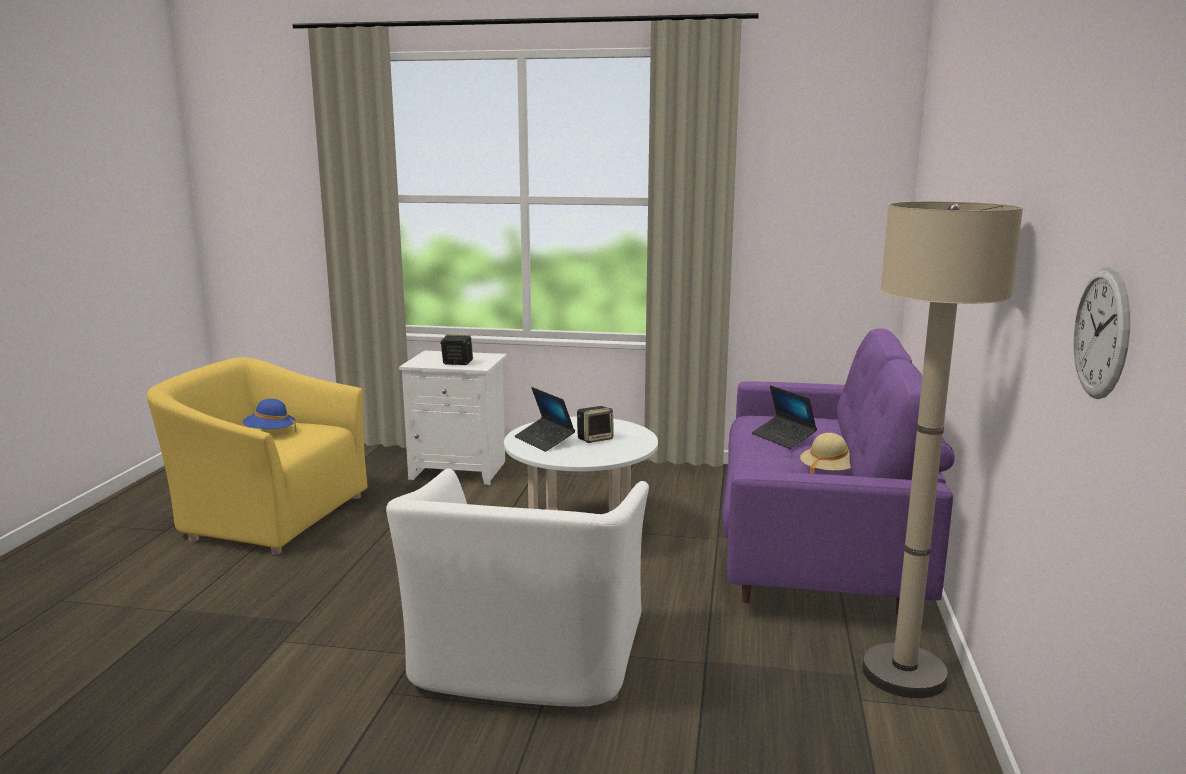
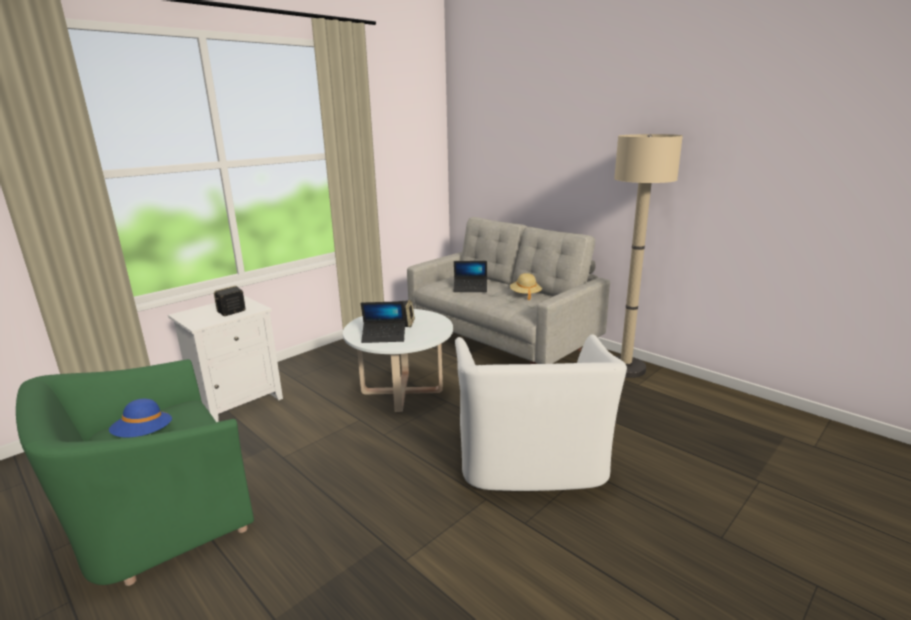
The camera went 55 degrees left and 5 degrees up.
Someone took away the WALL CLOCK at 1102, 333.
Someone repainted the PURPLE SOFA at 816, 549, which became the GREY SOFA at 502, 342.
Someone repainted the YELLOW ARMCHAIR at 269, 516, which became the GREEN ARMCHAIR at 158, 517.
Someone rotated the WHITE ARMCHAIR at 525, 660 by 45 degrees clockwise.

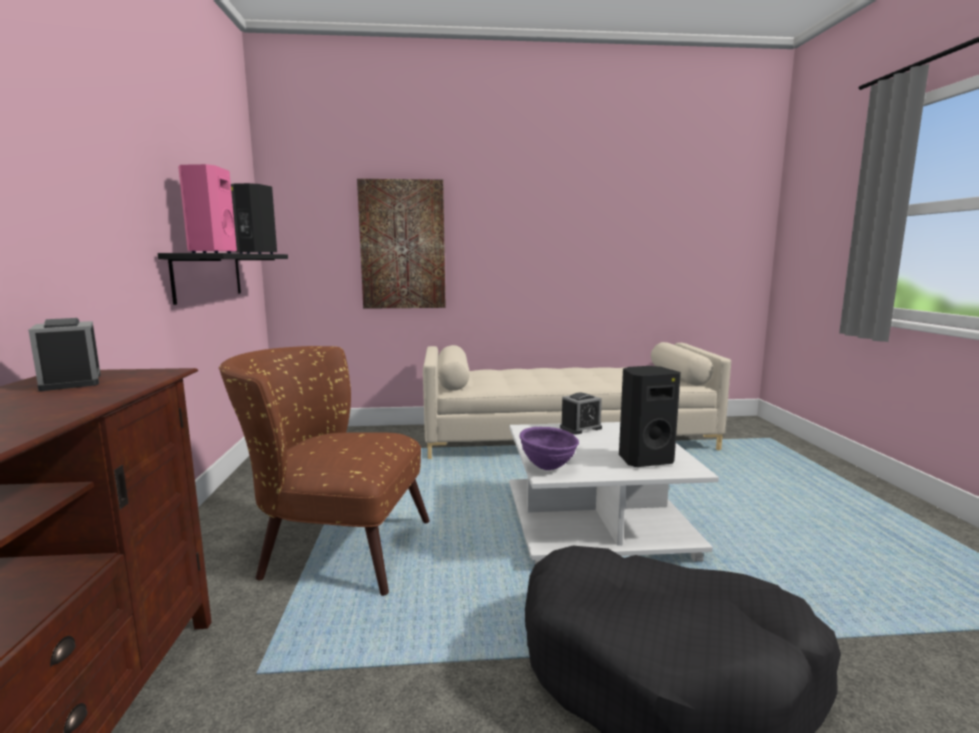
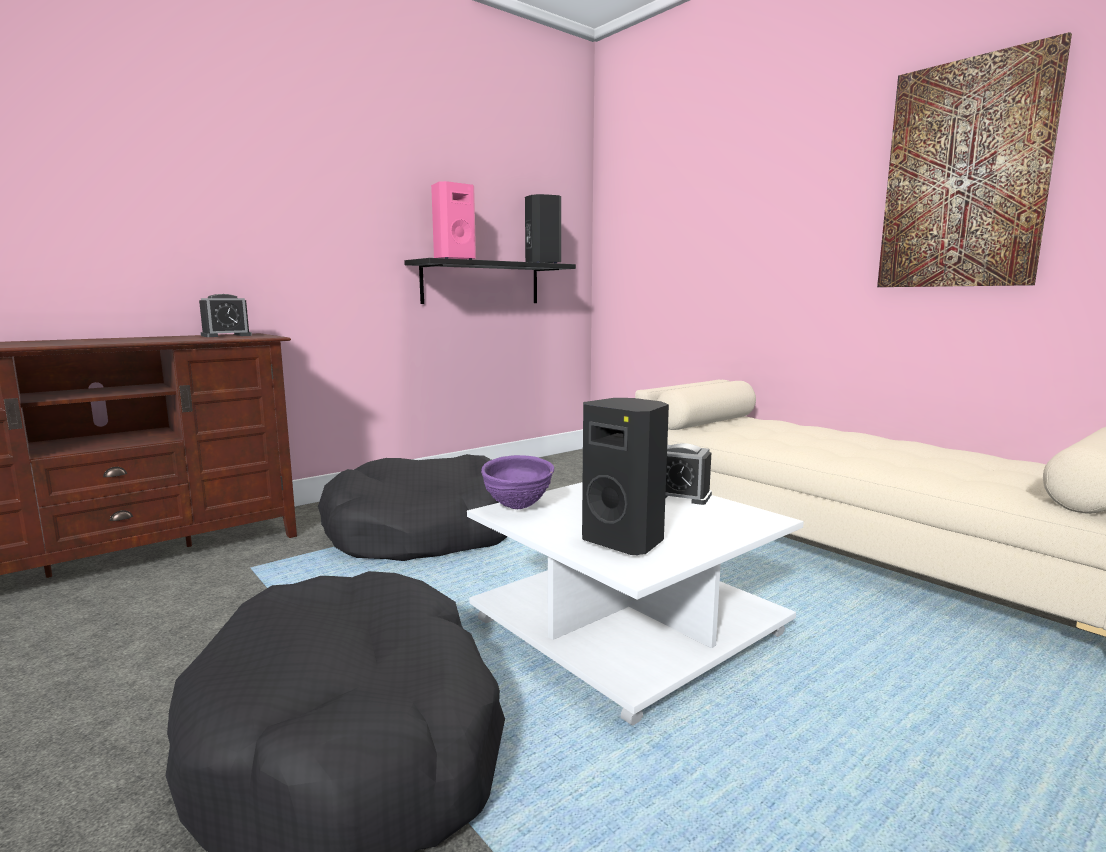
The camera went 55 degrees right and 0 degrees up.
Someone carried the PICTURE from 402, 245 to 964, 175.
Someone rotated the ALARM CLOCK at 71, 382 by 150 degrees counterclockwise.
Someone swapped the BROWN ARMCHAIR at 332, 547 for the BLACK DOG BED at 424, 532.

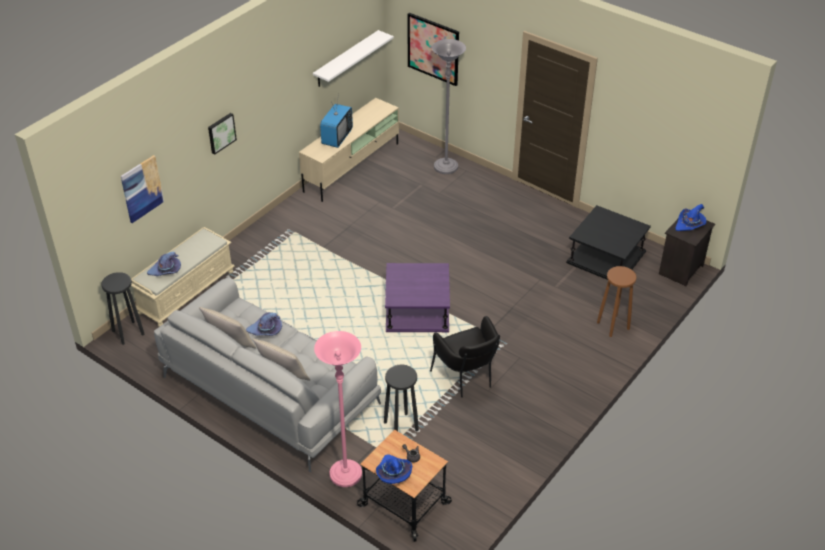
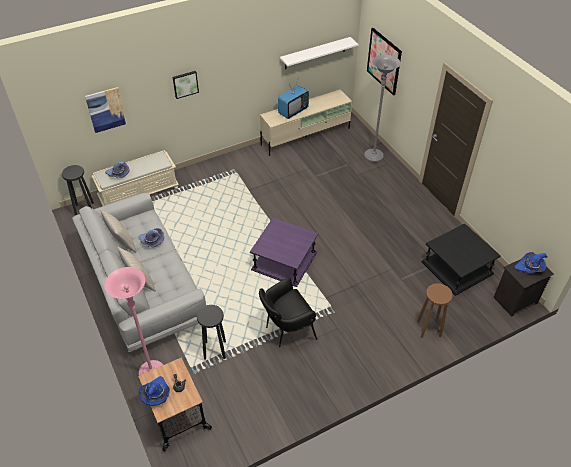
The camera went 25 degrees right and 5 degrees up.
Someone rotated the BLACK ARMCHAIR at 467, 379 by 60 degrees clockwise.

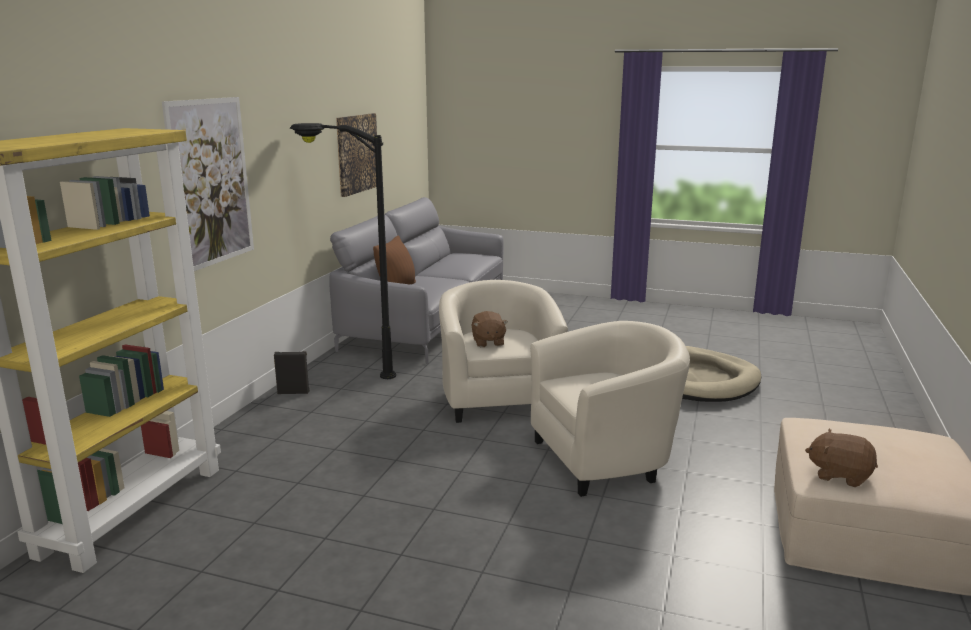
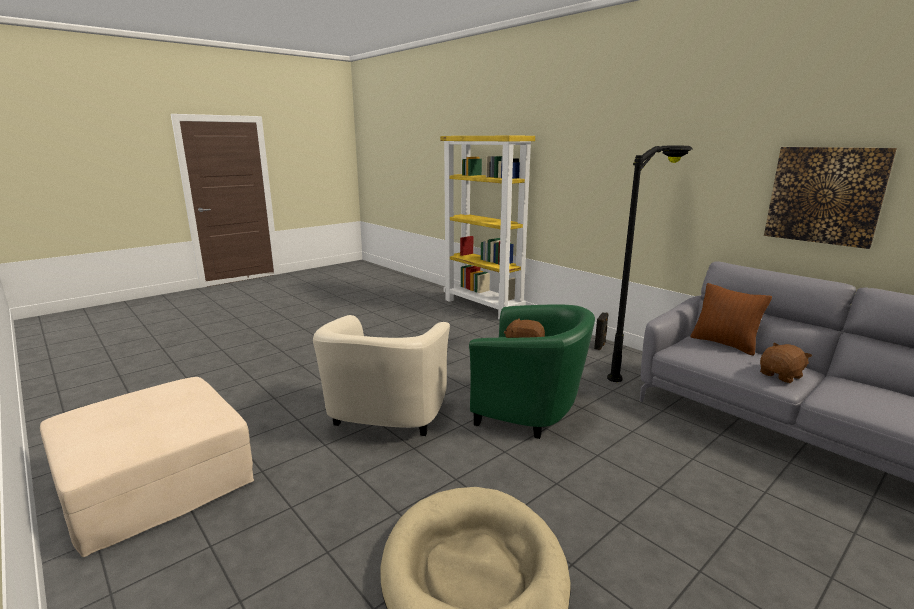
The camera went 120 degrees right and 0 degrees up.
Someone took away the PICTURE at 211, 182.
Someone repainted the BEIGE ARMCHAIR at 498, 399, which became the GREEN ARMCHAIR at 530, 411.
Someone carried the BROWN PLUSH TOY from 839, 475 to 781, 375.

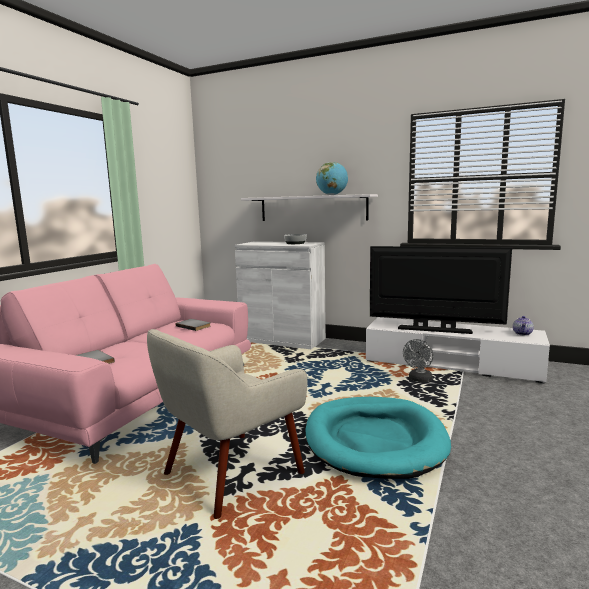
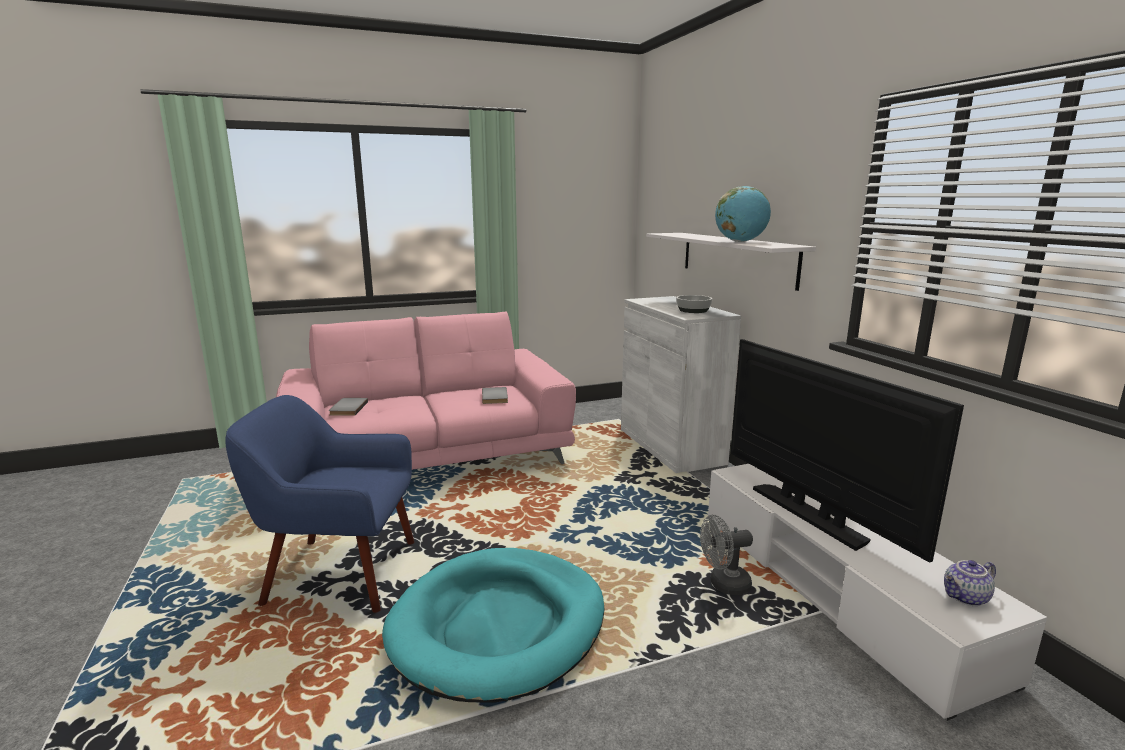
The camera went 45 degrees right and 5 degrees up.
Someone repainted the BEIGE ARMCHAIR at 230, 473, which became the BLUE ARMCHAIR at 339, 573.

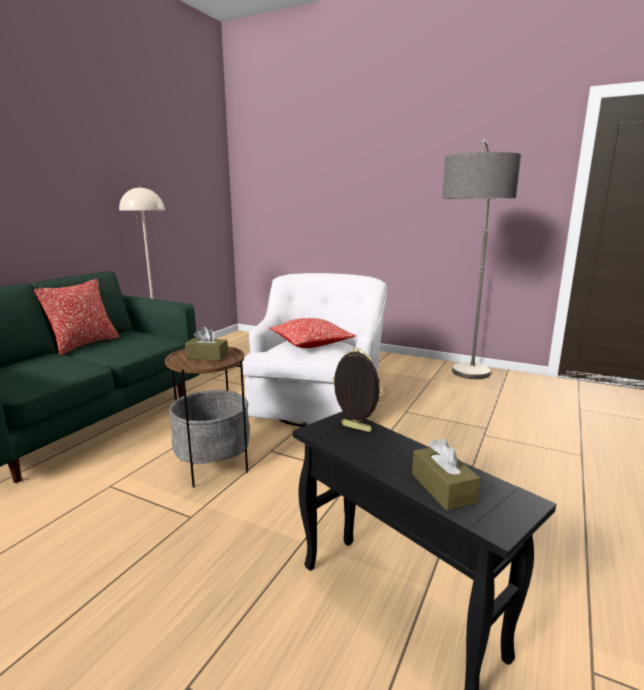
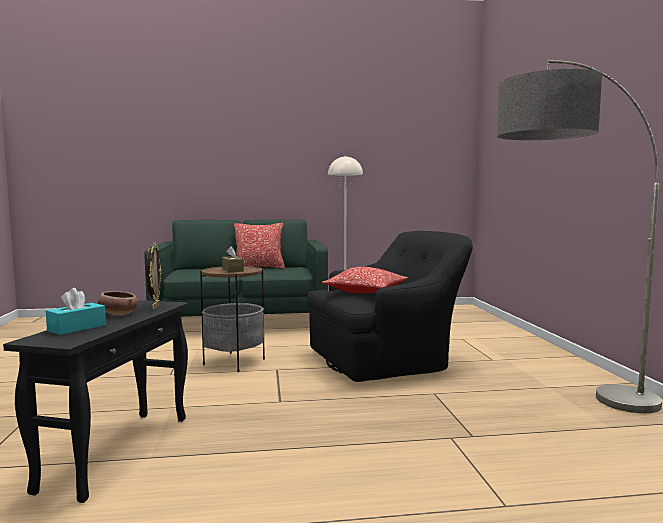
The camera went 55 degrees right and 10 degrees down.
Someone repainted the WHITE ARMCHAIR at 318, 400, which became the BLACK ARMCHAIR at 388, 360.
Someone repainted the BROWN TISSUE BOX at 443, 488, which became the TURQUOISE TISSUE BOX at 77, 328.
Someone put down the BOWL at 118, 314.

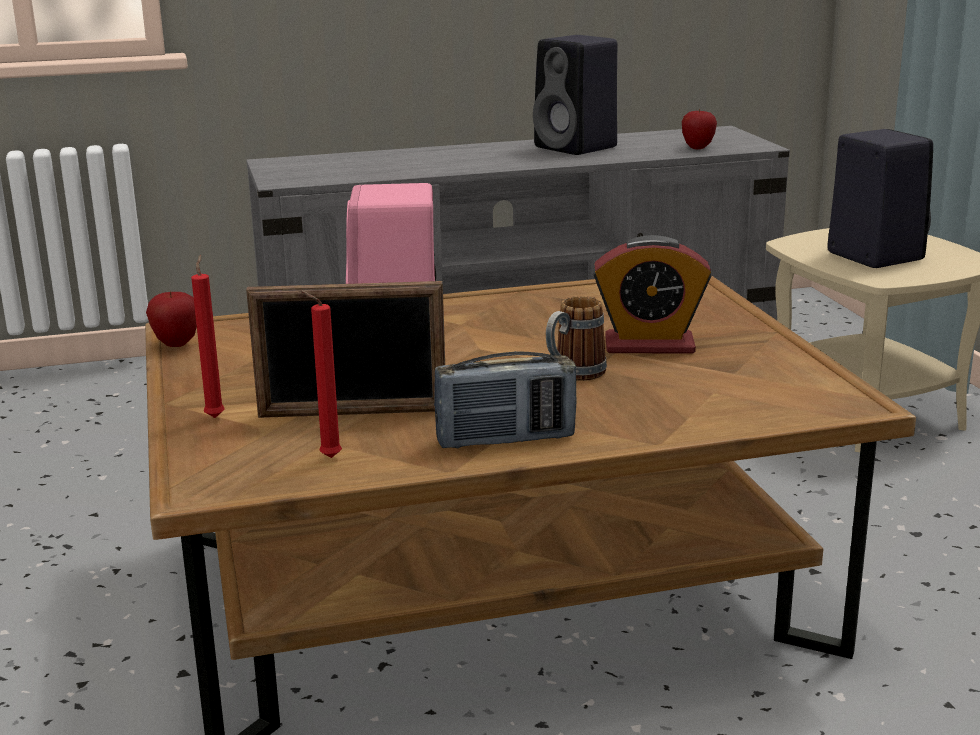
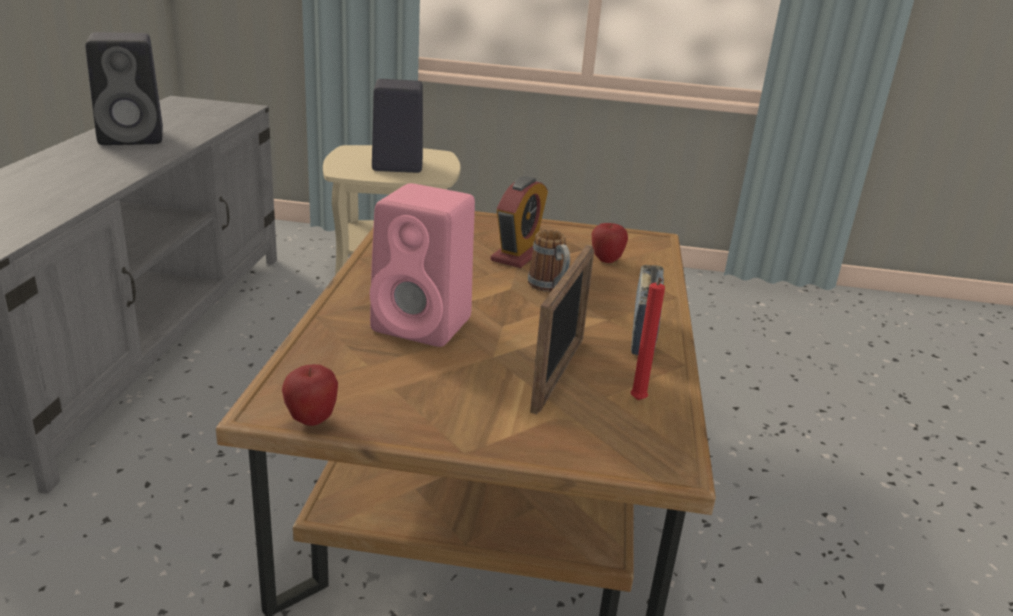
The camera went 70 degrees left and 5 degrees up.
Someone carried the APPLE from 698, 148 to 606, 260.
Someone took away the RED CANDLE at 215, 416.

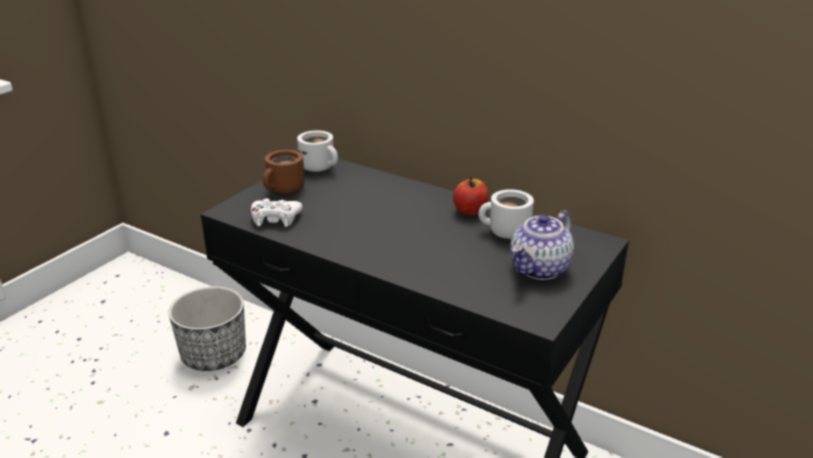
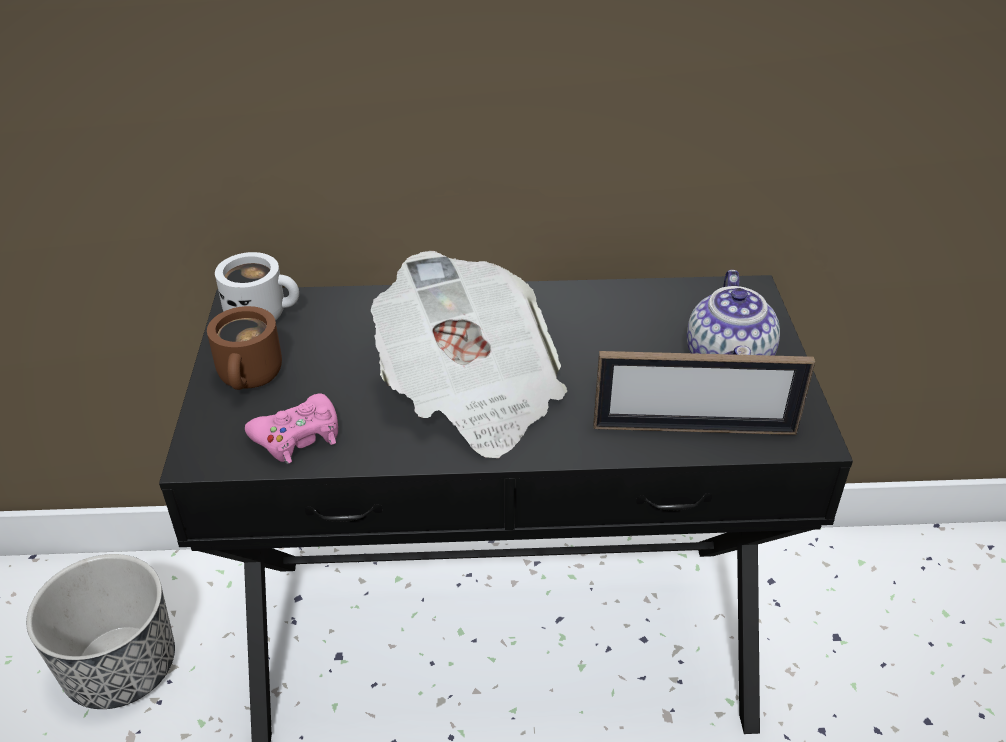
The camera went 35 degrees left and 10 degrees up.
Someone took away the APPLE at 470, 211.
Someone took away the WHITE MUG at 505, 232.
Someone repainted the WHITE GAME CONTROLLER at 275, 219, which became the PINK GAME CONTROLLER at 298, 437.
Someone put down the NEWSPAPER at 471, 391.
Someone put down the PICTURE FRAME at 694, 429.

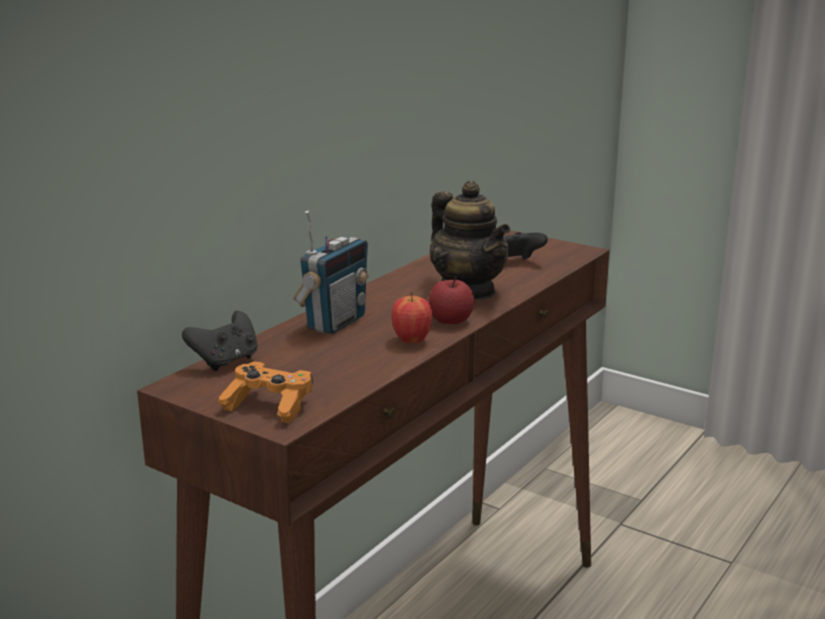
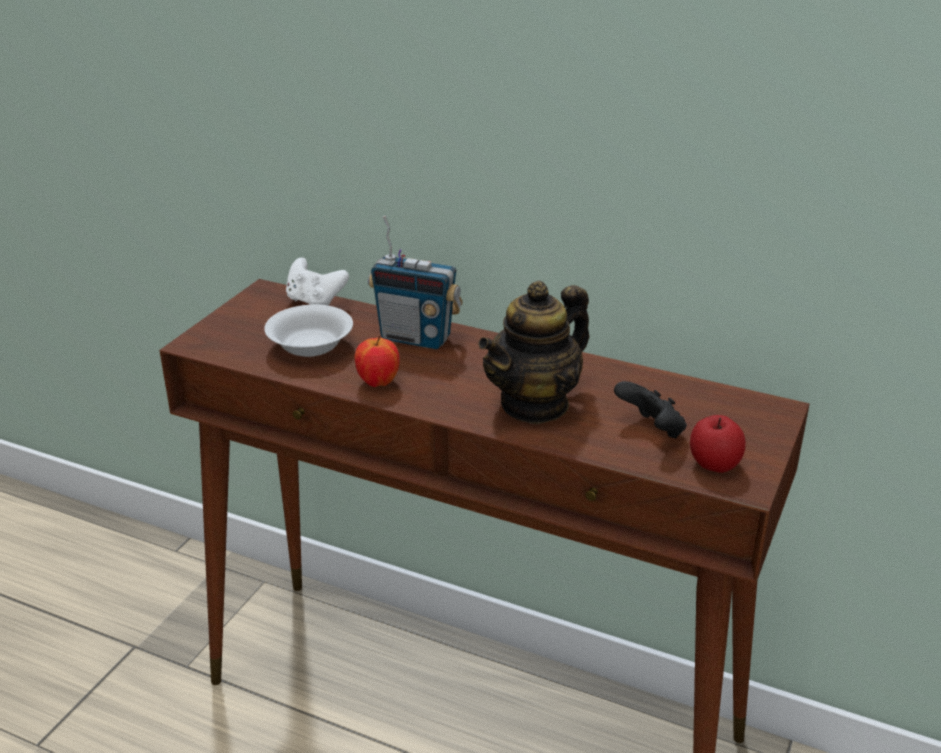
The camera went 80 degrees right and 10 degrees up.
Someone carried the APPLE from 451, 321 to 714, 464.
Someone repainted the BLACK GAME CONTROLLER at 226, 361, which became the WHITE GAME CONTROLLER at 315, 302.
Someone took away the ORANGE GAME CONTROLLER at 269, 406.
Someone put down the WHITE BOWL at 310, 347.

